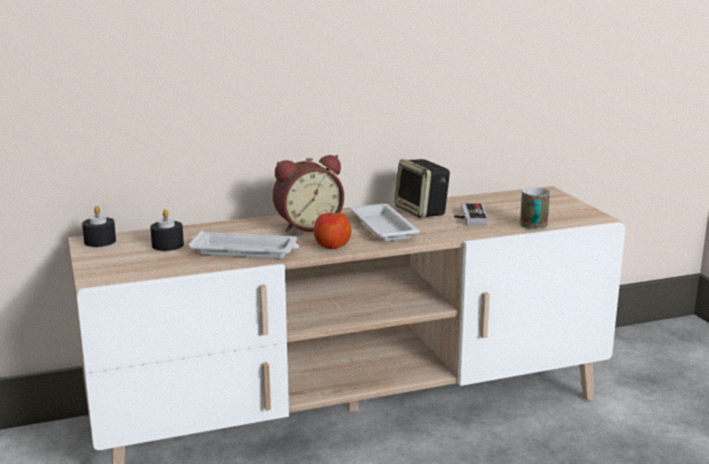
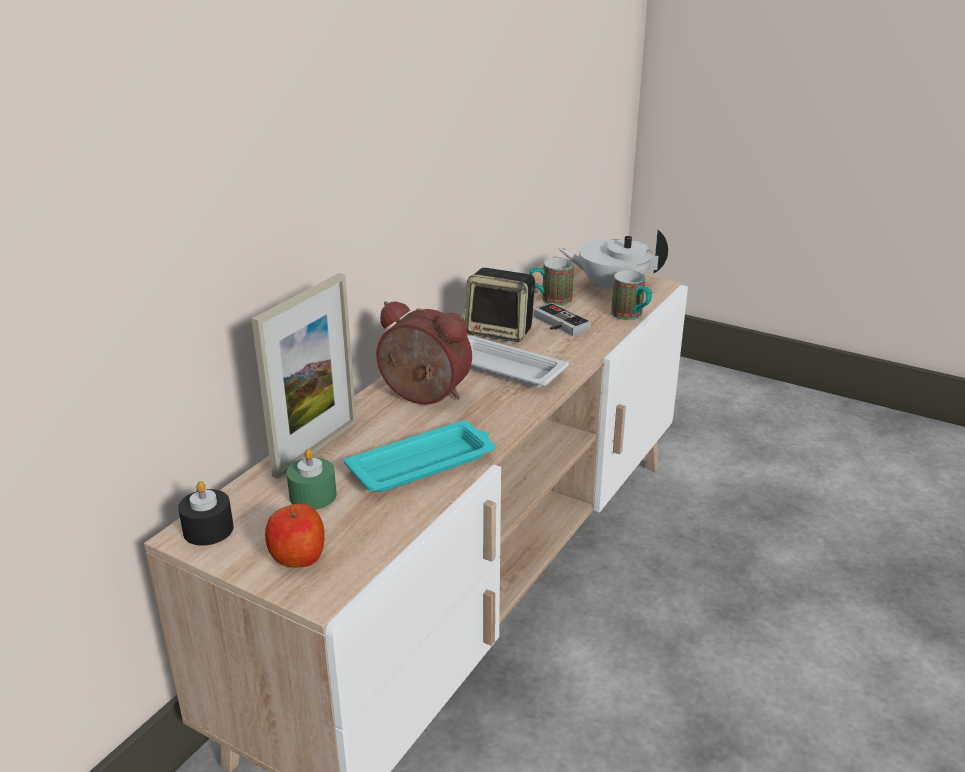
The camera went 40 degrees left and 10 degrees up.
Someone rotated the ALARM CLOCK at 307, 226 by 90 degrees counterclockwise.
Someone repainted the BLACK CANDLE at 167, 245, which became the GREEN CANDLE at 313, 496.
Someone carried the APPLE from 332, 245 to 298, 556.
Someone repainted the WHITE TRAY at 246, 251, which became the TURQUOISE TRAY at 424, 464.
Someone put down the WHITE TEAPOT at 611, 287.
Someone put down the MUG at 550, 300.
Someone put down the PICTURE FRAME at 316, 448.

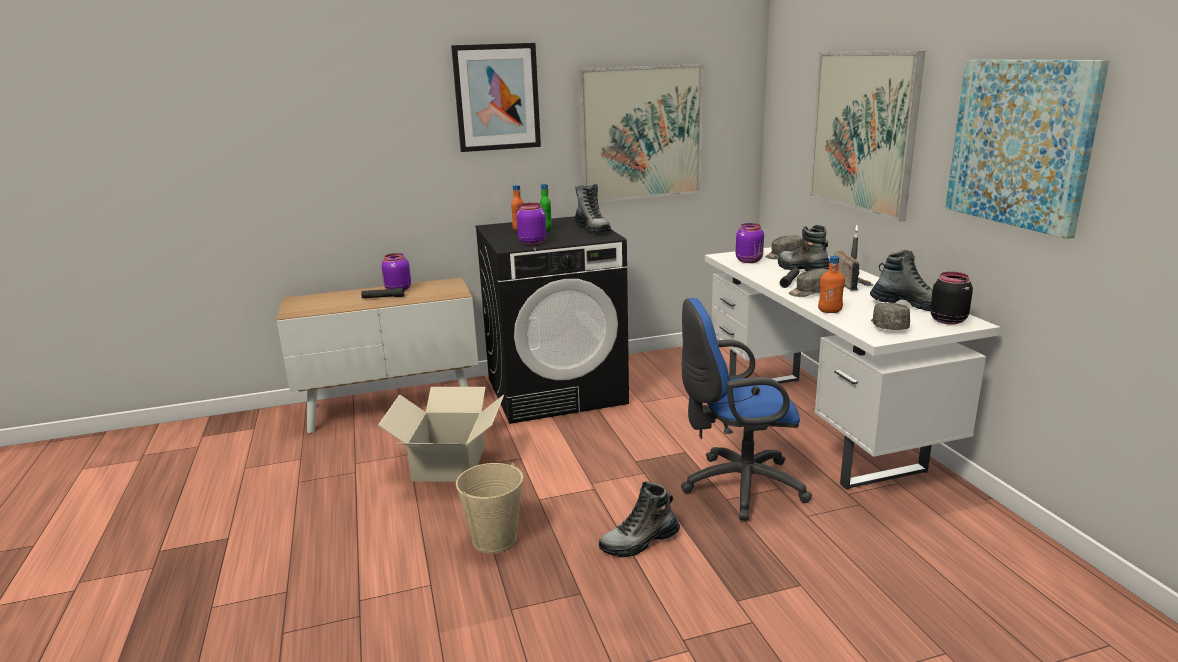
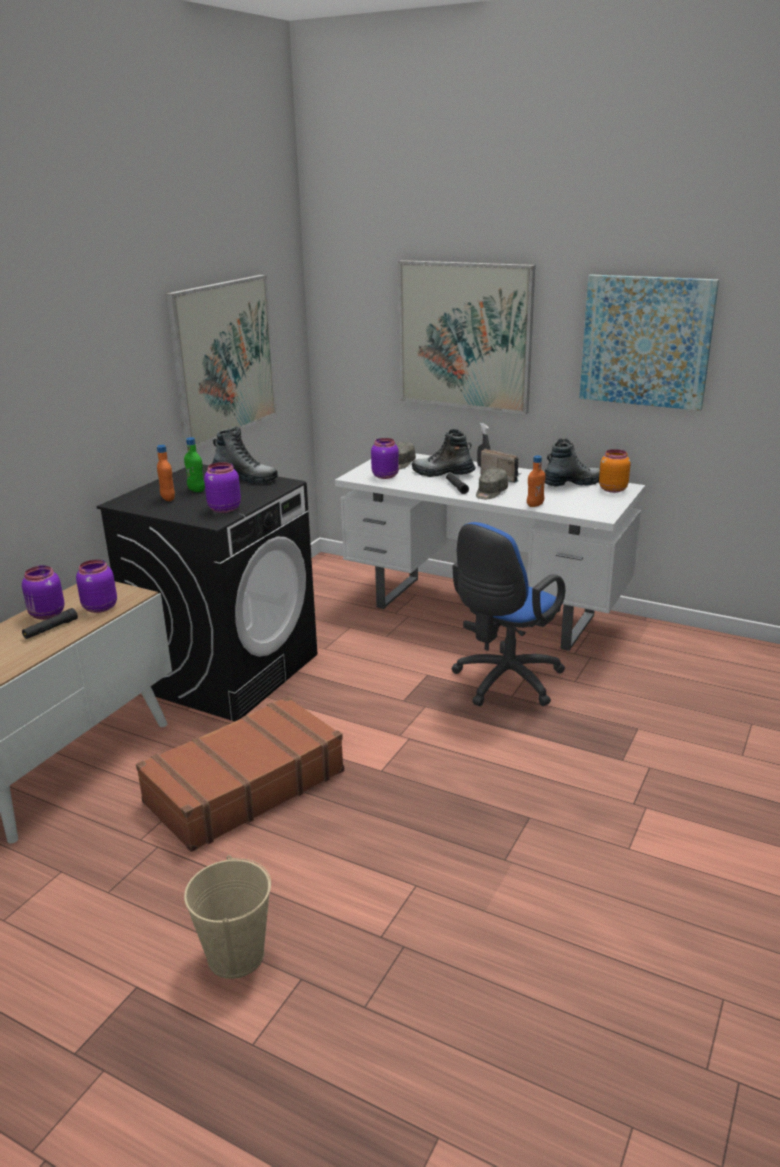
The camera went 45 degrees left and 5 degrees up.
Someone took away the PICTURE at 497, 97.
Someone repainted the BLACK JAR at 947, 320, which became the ORANGE JAR at 612, 489.
Someone took away the GREY CAP at 888, 326.
Someone swapped the CARDBOARD BOX at 448, 463 for the BROWN SUITCASE at 244, 786.
Someone carried the BEIGE BUCKET from 494, 539 to 235, 955.
Someone took away the BOOT at 639, 542.
Someone put down the PURPLE JAR at 99, 608.

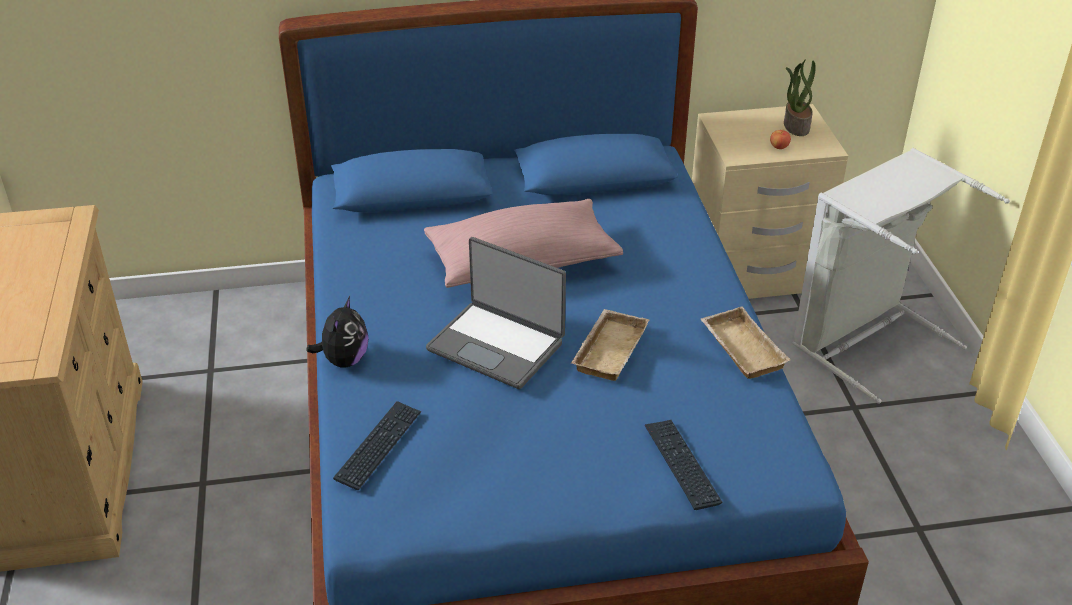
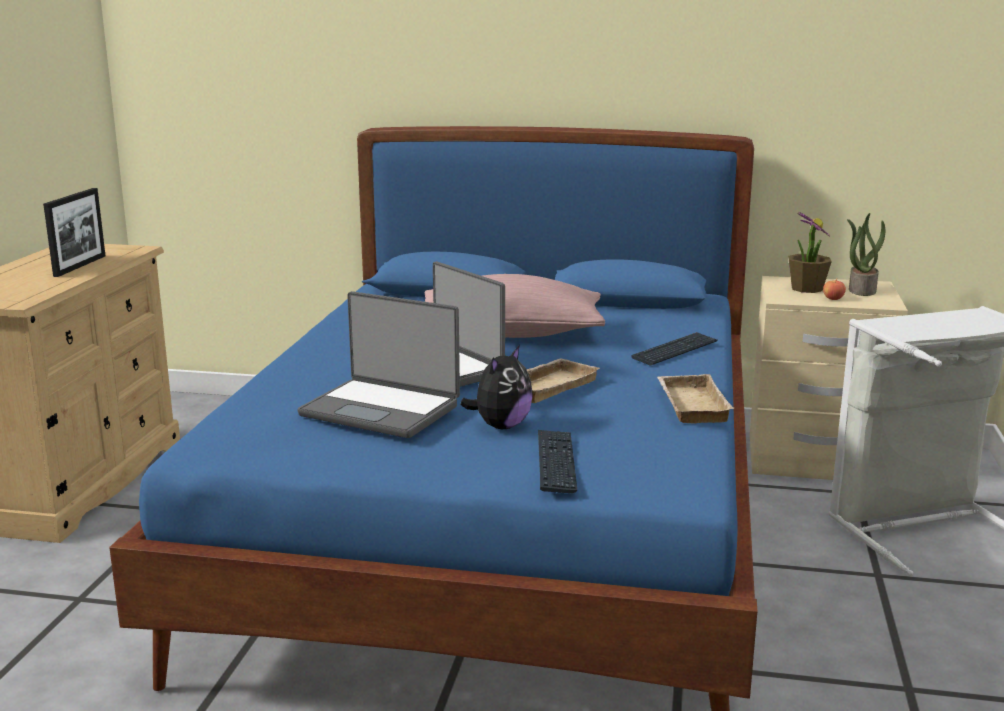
The camera went 20 degrees right and 20 degrees down.
Someone carried the PLUSH TOY from 344, 360 to 501, 426.
Someone carried the KEYBOARD from 379, 446 to 675, 350.
Someone put down the PICTURE FRAME at 80, 266.
Someone put down the POTTED PLANT at 806, 288.
Someone put down the LAPTOP at 382, 409.

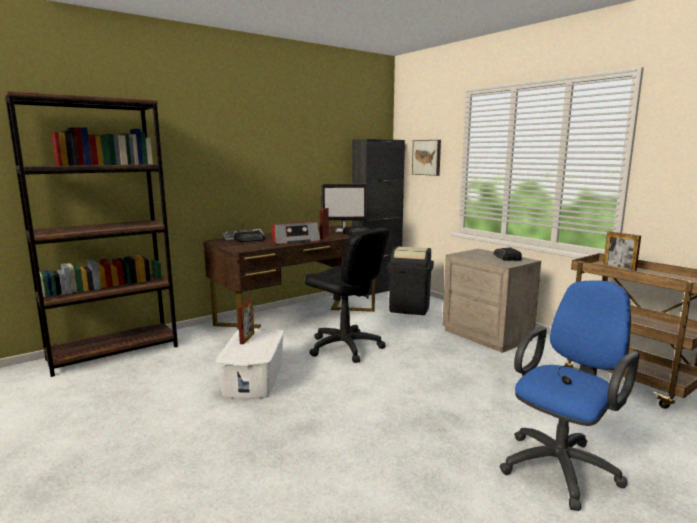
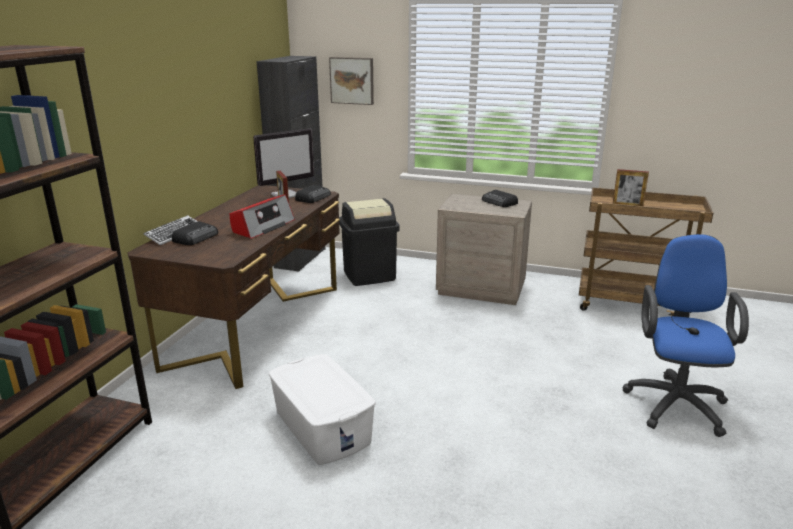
The camera went 35 degrees left and 10 degrees up.
Someone took away the BLACK OFFICE CHAIR at 345, 347.
Someone took away the PICTURE FRAME at 247, 338.

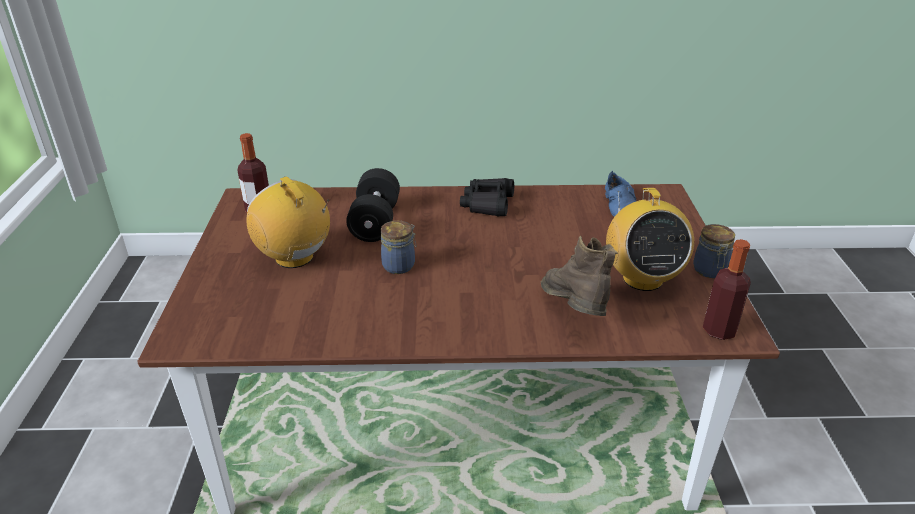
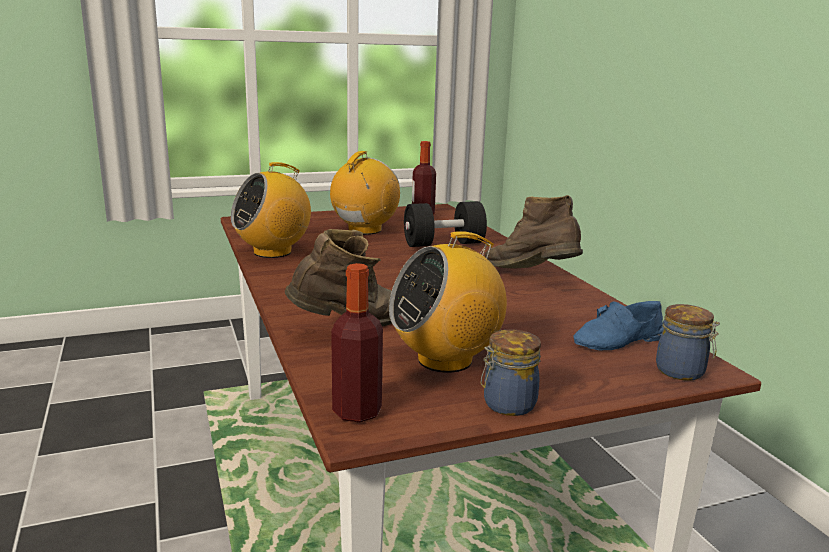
The camera went 70 degrees right and 15 degrees down.
Someone swapped the BLACK BINOCULARS at 488, 204 for the BROWN BOOT at 530, 277.
Someone carried the JAR from 400, 265 to 682, 372.
Someone put down the RADIO at 273, 252.

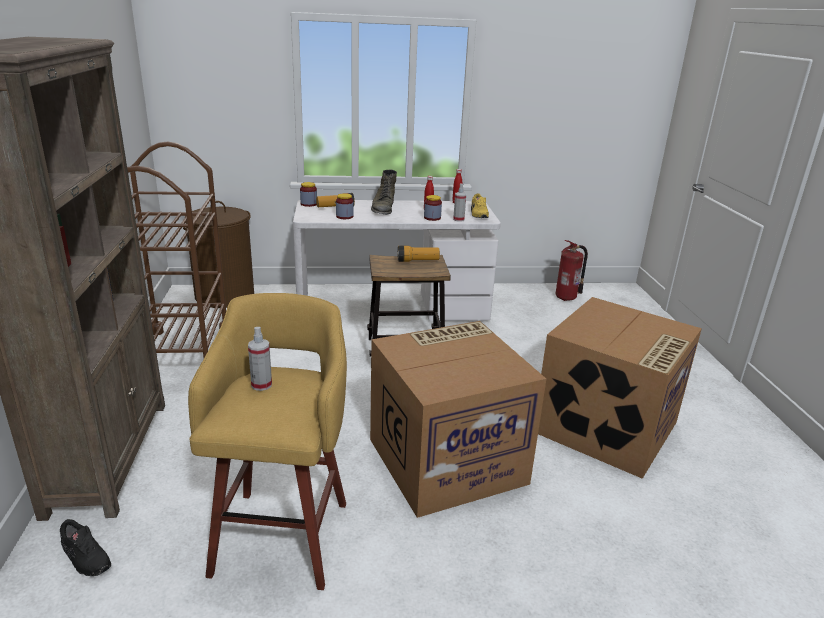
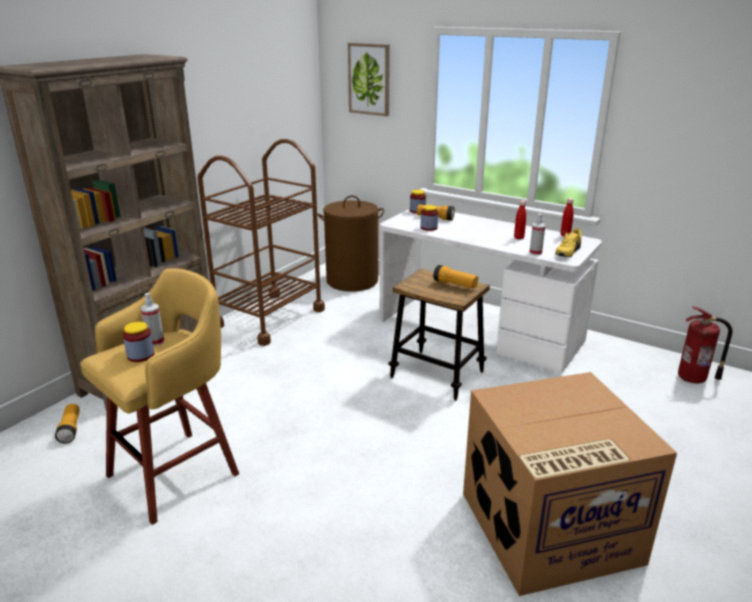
The camera went 40 degrees right and 0 degrees up.
Someone took away the GREEN BOOT at 383, 208.
Someone carried the JAR from 432, 218 to 141, 355.
Someone took away the CARDBOARD BOX at 447, 459.
Someone swapped the BLACK SHOE at 85, 558 for the FLASHLIGHT at 70, 429.
Someone put up the PICTURE at 369, 79.

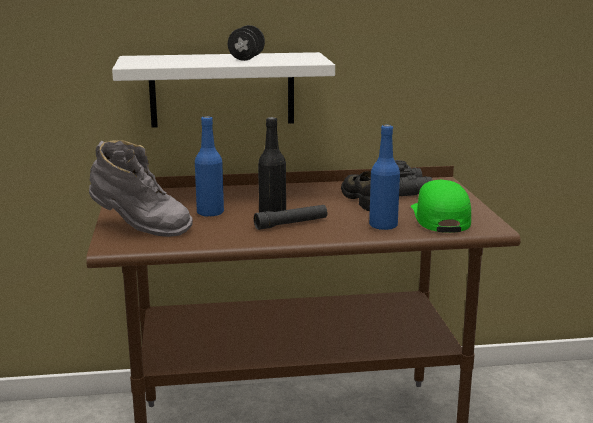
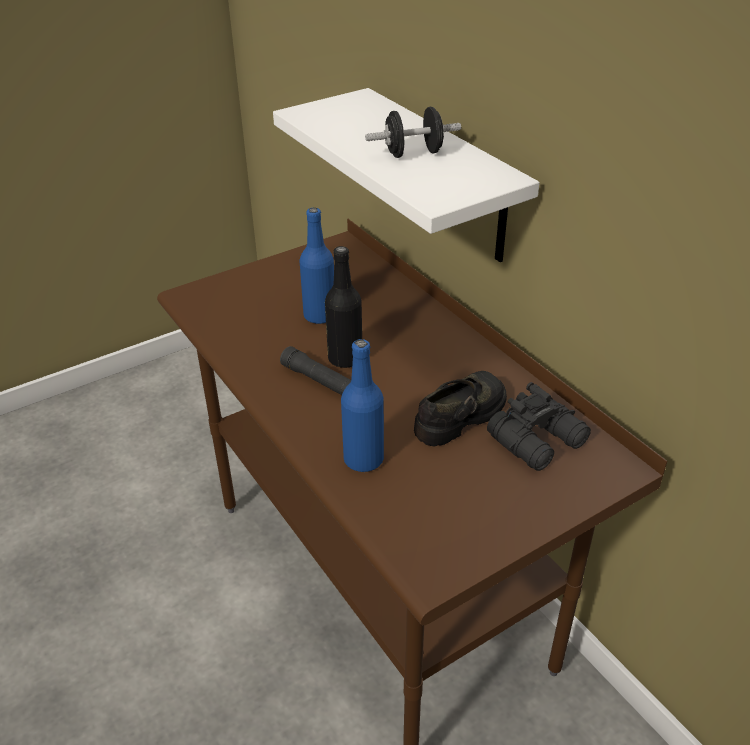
The camera went 65 degrees right and 20 degrees up.
Someone took away the GREY BOOT at 139, 229.
Someone took away the GREEN CAP at 440, 218.

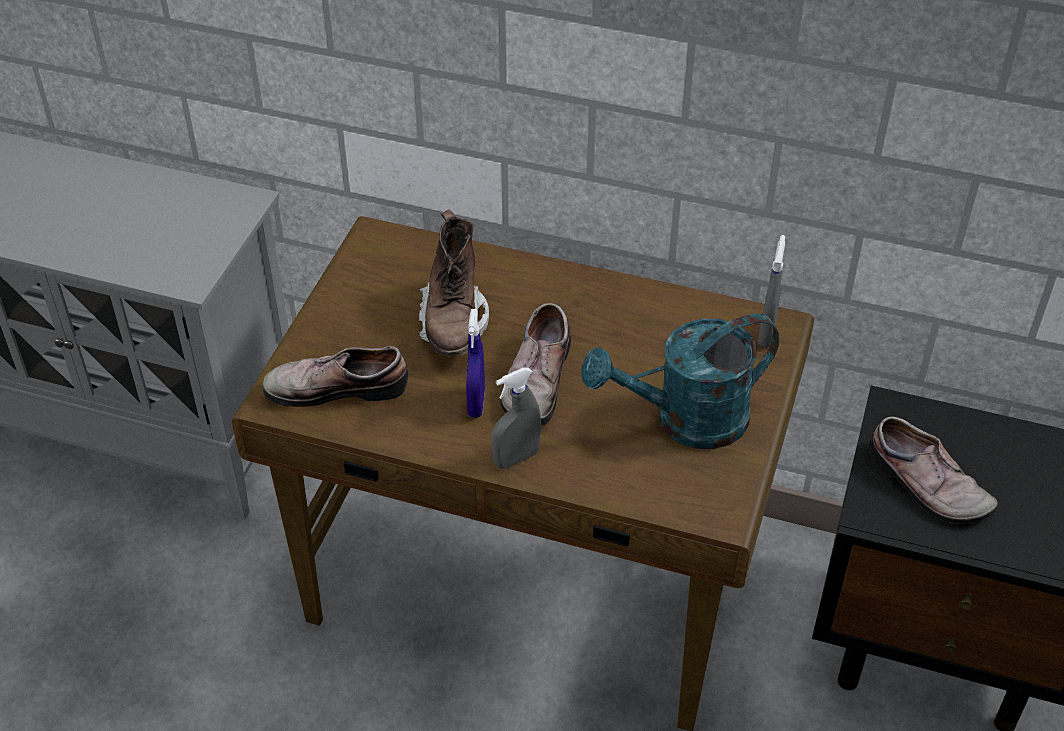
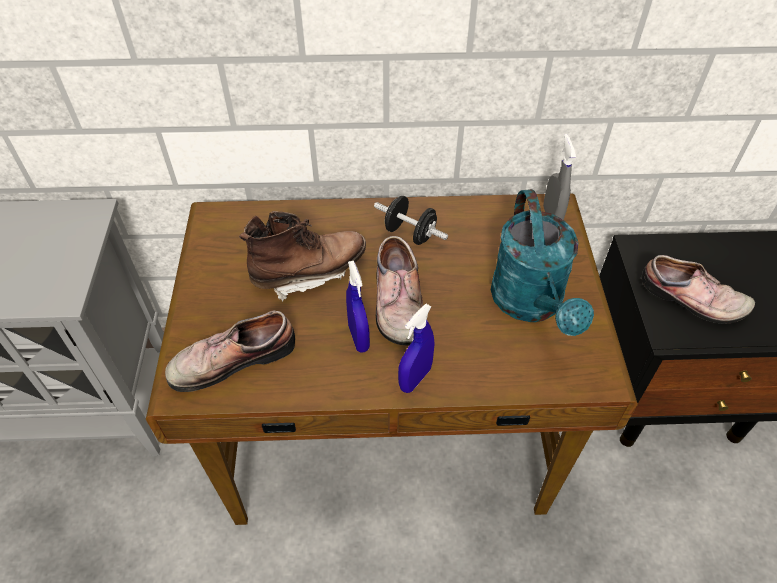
The camera went 20 degrees left and 5 degrees up.
Someone rotated the BROWN BOOT at 453, 323 by 90 degrees counterclockwise.
Someone rotated the TURQUOISE WATERING CAN at 685, 421 by 60 degrees counterclockwise.
Someone repainted the GREY SPRAY BOTTLE at 516, 458, which became the BLUE SPRAY BOTTLE at 415, 378.
Someone put down the BLACK DUMBBELL at 410, 233.

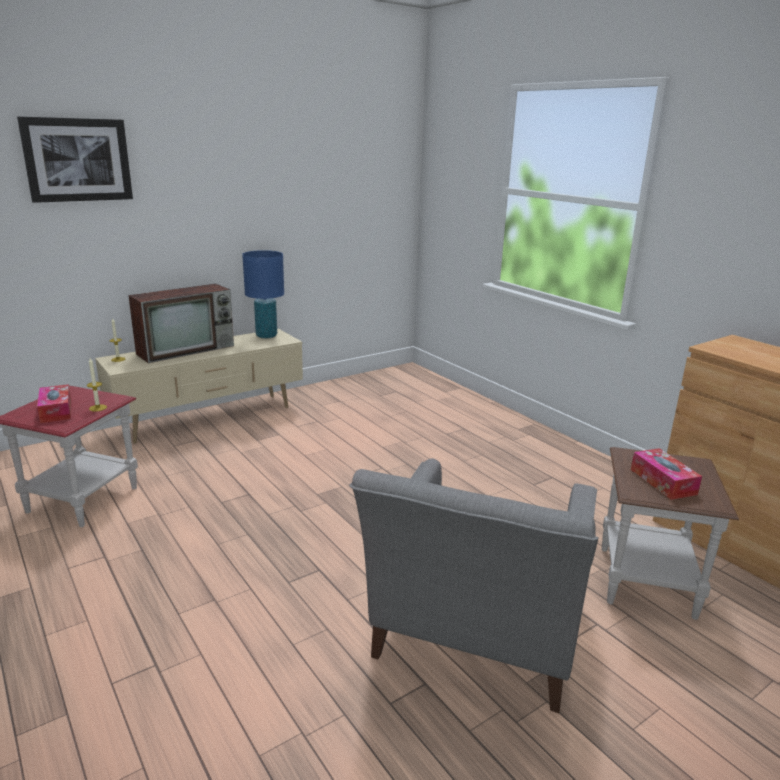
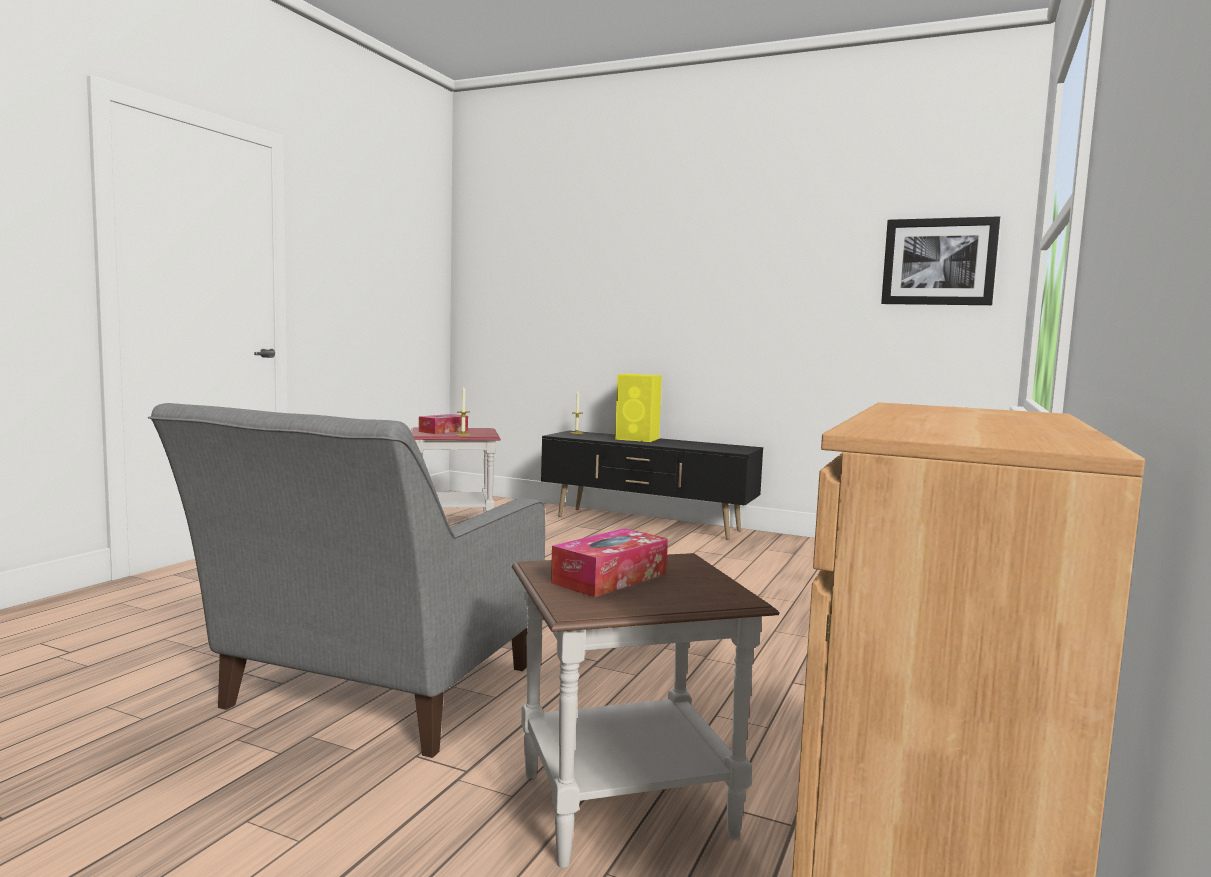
The camera went 60 degrees right and 15 degrees down.
Someone carried the PICTURE from 78, 160 to 939, 262.
Someone took away the BLUE TABLE LAMP at 266, 336.
Someone swapped the TELEVISION at 187, 349 for the YELLOW SPEAKER at 638, 439.
Someone repainted the BEIGE TV STAND at 210, 418, which became the BLACK TV STAND at 647, 524.
Someone rotated the GREY ARMCHAIR at 475, 640 by 60 degrees counterclockwise.

